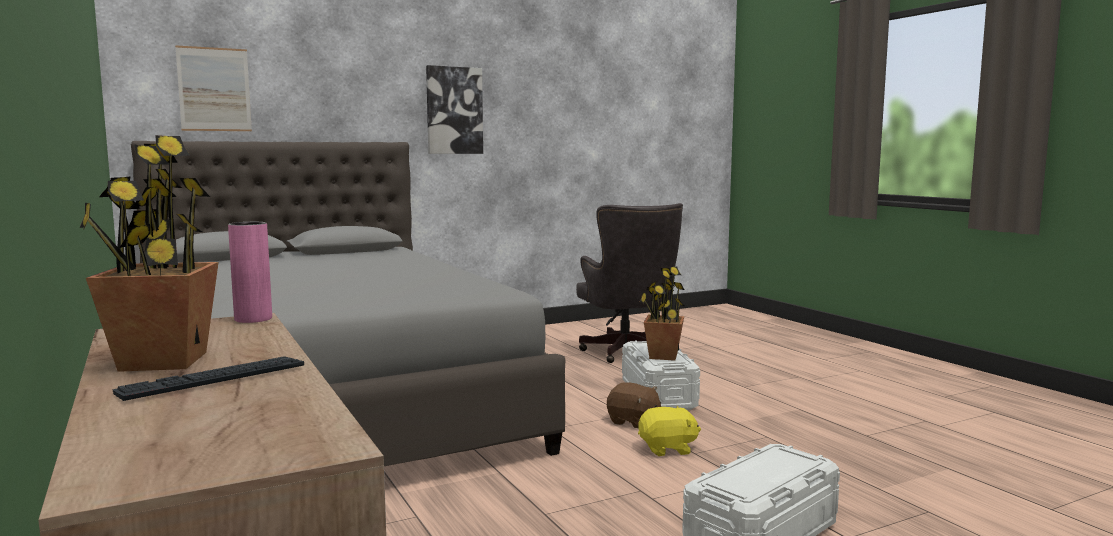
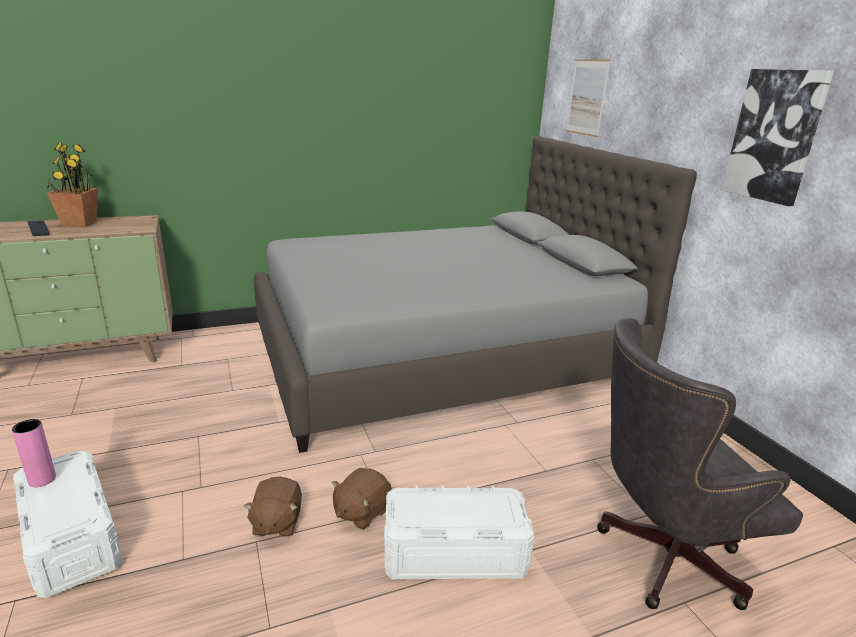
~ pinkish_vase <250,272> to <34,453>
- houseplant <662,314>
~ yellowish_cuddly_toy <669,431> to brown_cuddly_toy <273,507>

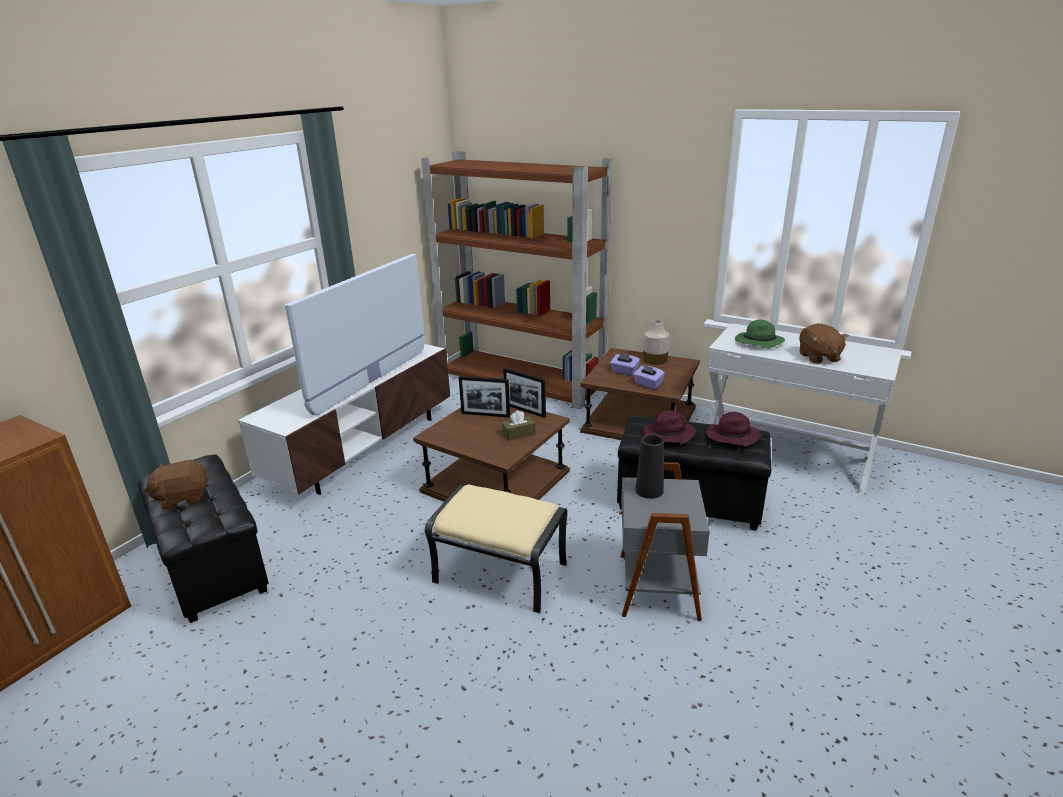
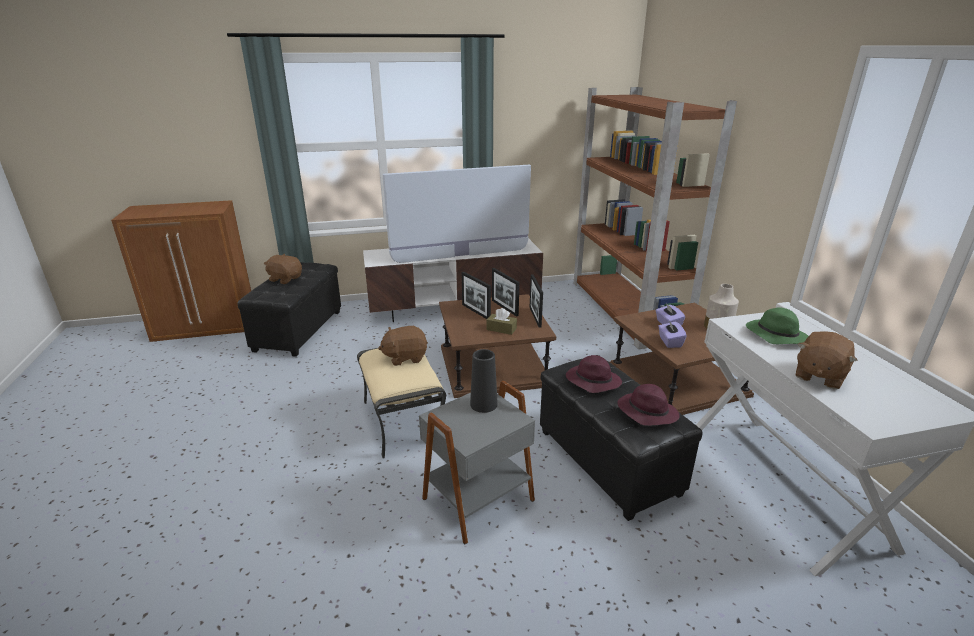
+ photo_frame <476,295>
+ brown_cuddly_toy <403,346>

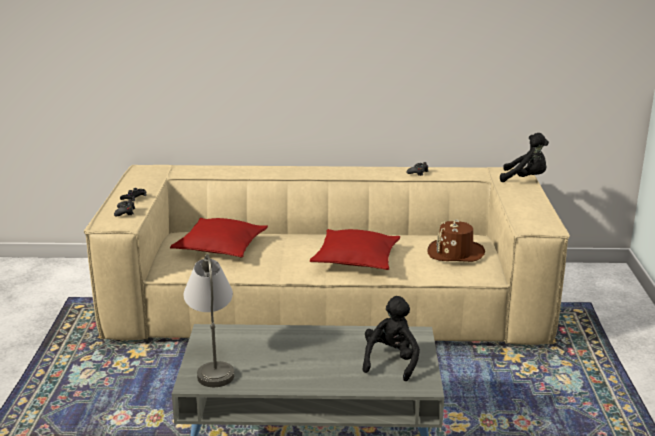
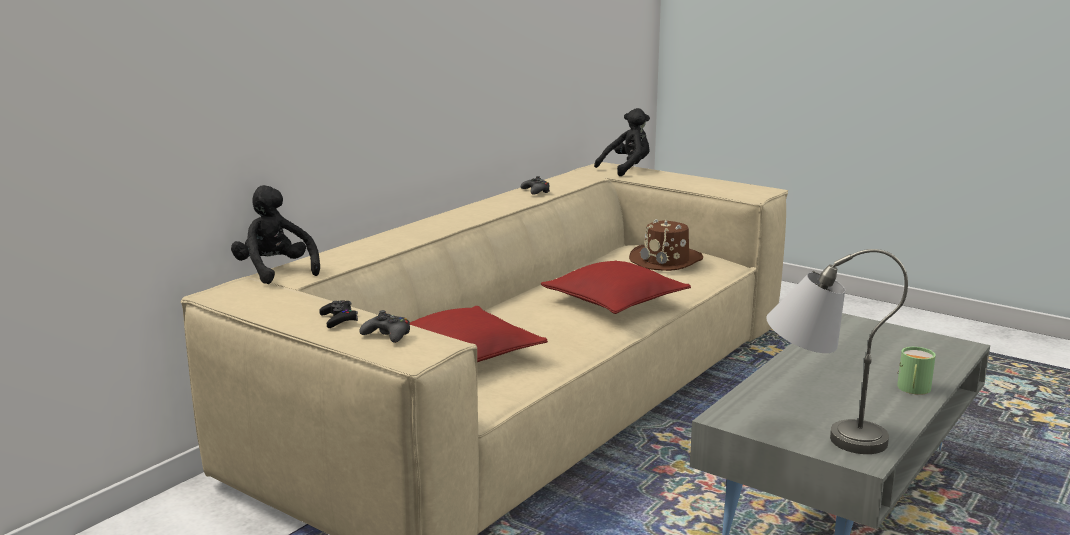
~ black-coloured_cuddly_toy <391,338> to <275,234>
+ green-coloured_mug <916,371>

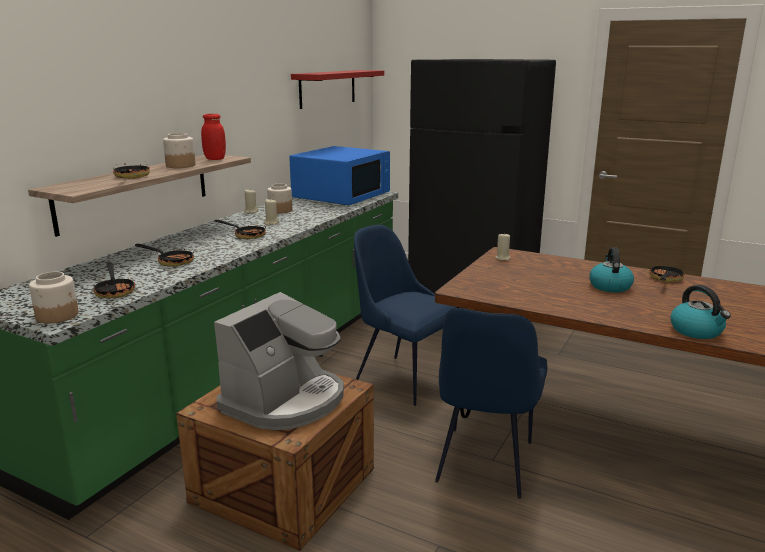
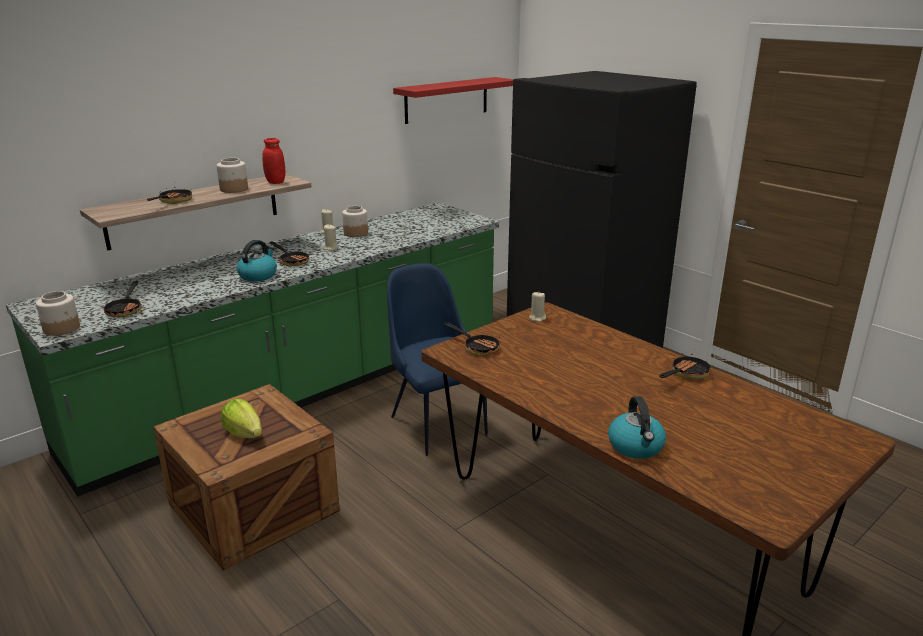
- bluish_microwave <339,175>
~ pan <164,255> to <472,339>
~ kettle <611,270> to <257,261>
~ coffee_brewer <279,361> to lettuce_head <241,418>
- bluish_plain_chair <491,403>

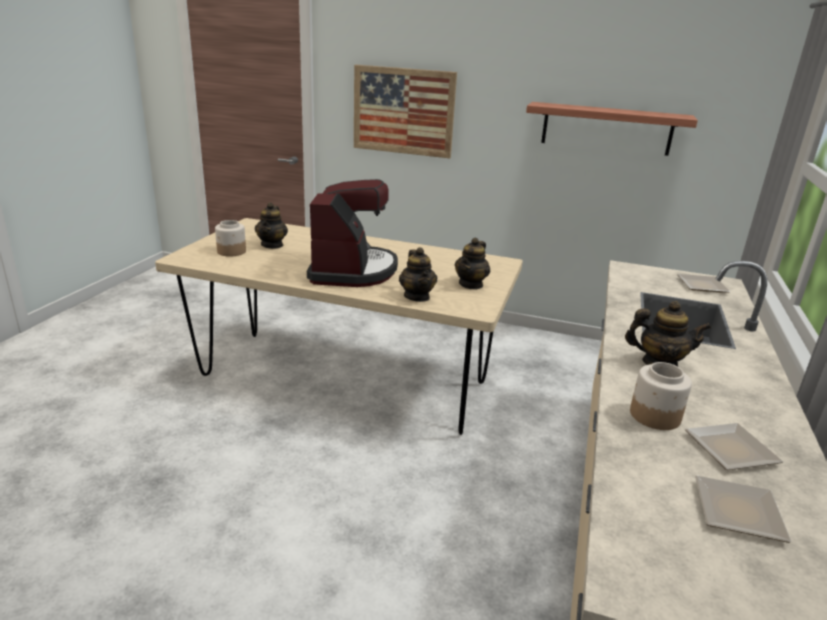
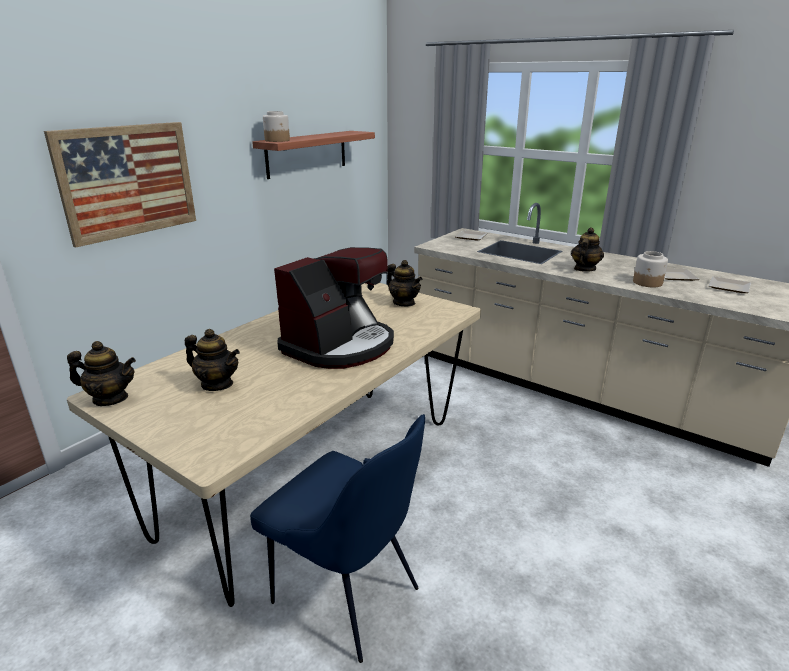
~ coffee_brewer <352,233> = <334,308> 105 degrees clockwise
~ jar <230,238> to <276,126>
~ teapot <418,274> to <101,373>
+ bluish_plain_chair <337,538>

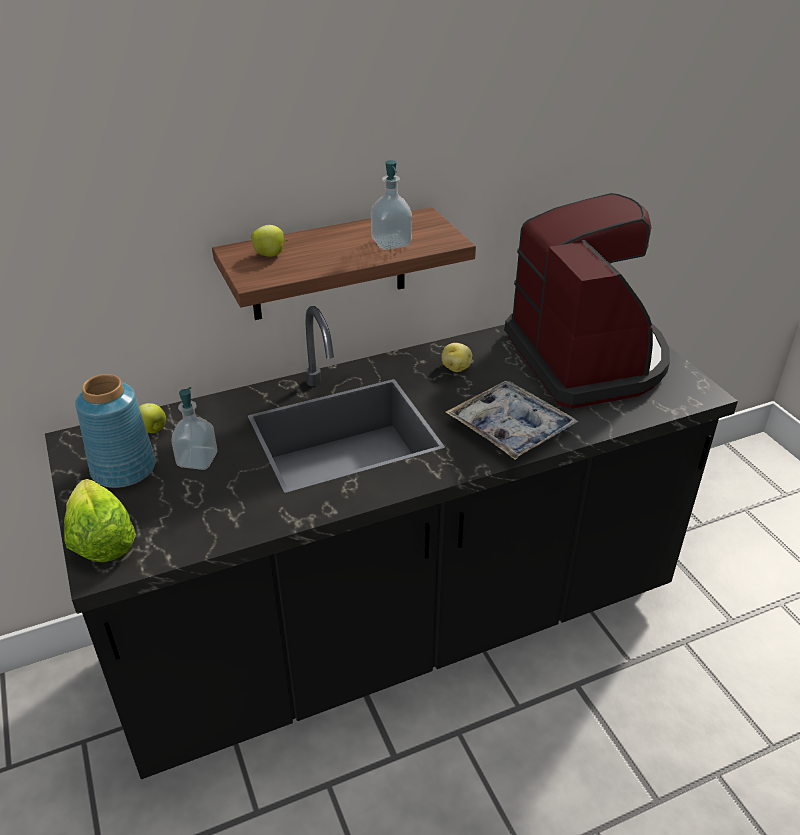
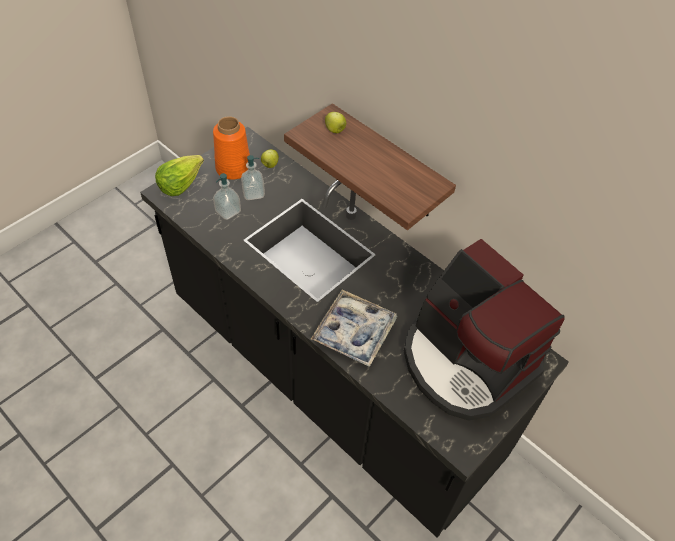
~ soap_dispenser <391,205> to <227,196>
~ coffee_brewer <587,301> = <484,330> 90 degrees clockwise
- spud <457,357>
~ bluish_vase <115,431> to orange-coloured_vase <231,148>

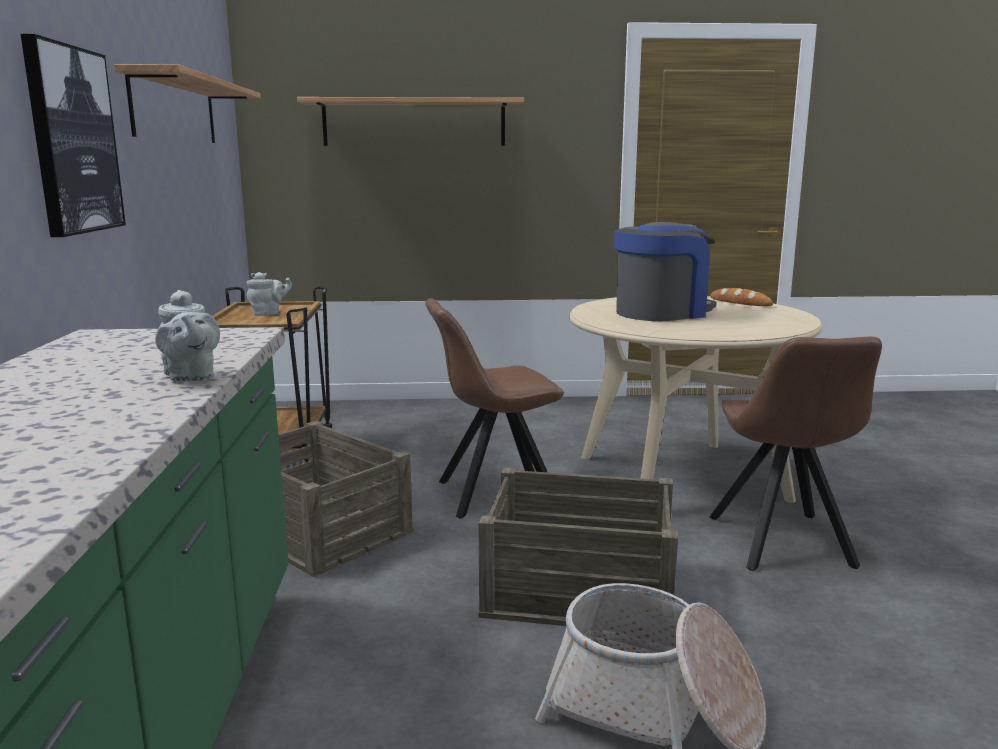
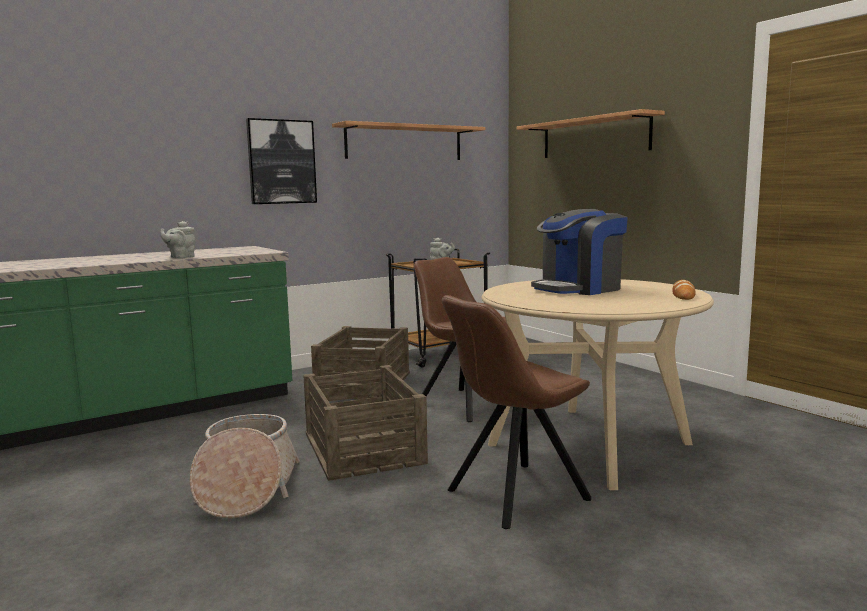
~ coffee_brewer <665,271> = <579,252> 120 degrees clockwise

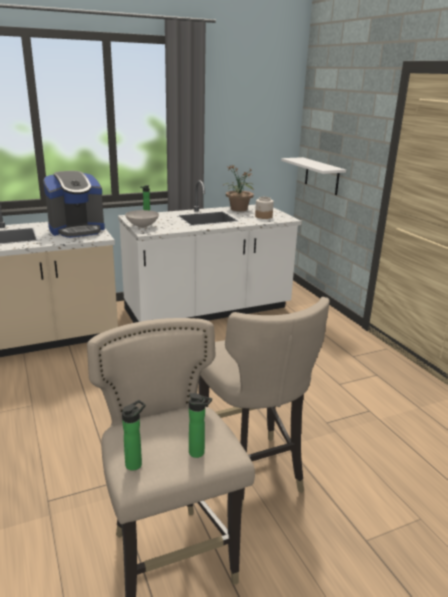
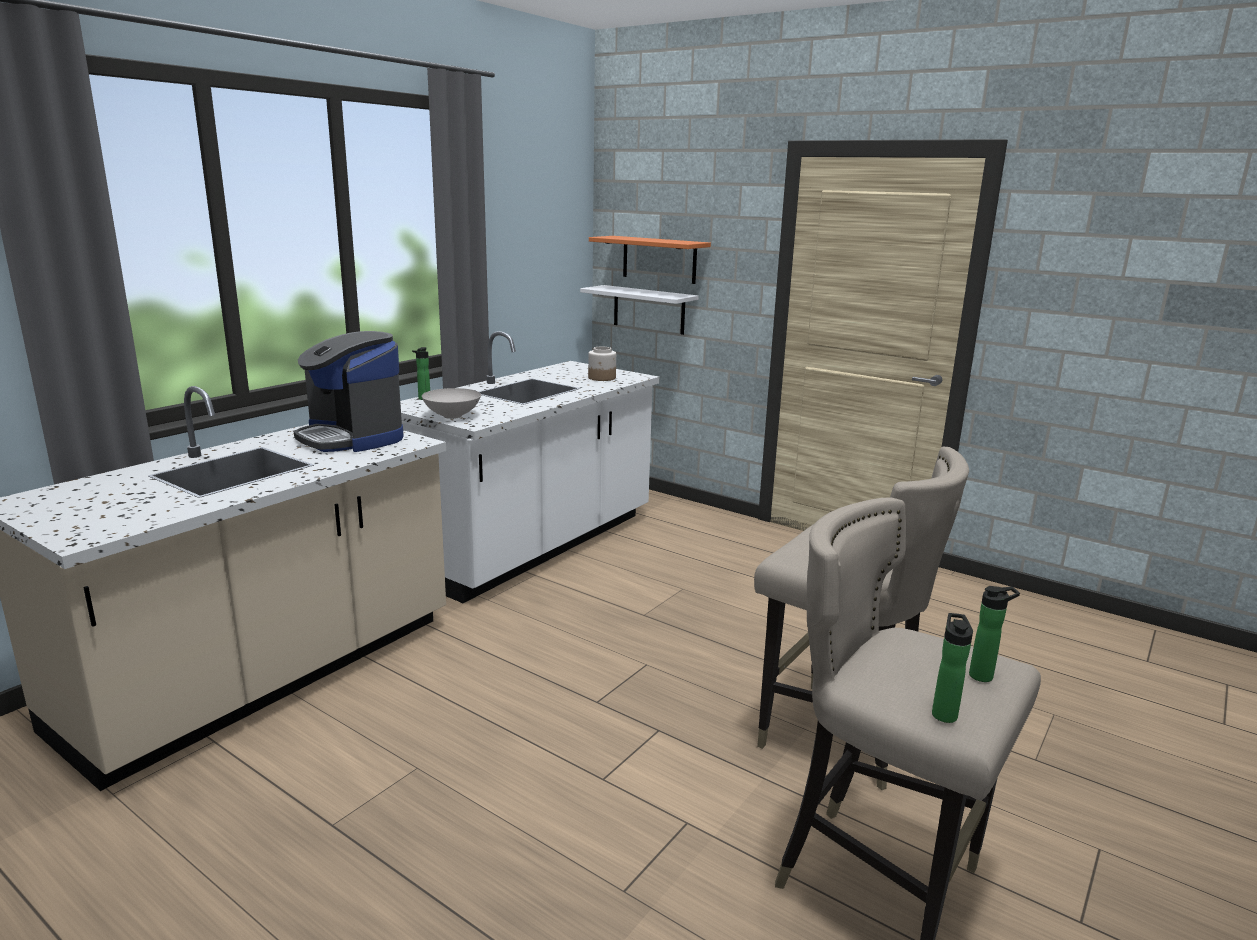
- houseplant <238,188>
~ coffee_brewer <74,204> = <349,391> 105 degrees clockwise
+ orange-coloured_shelf <650,260>

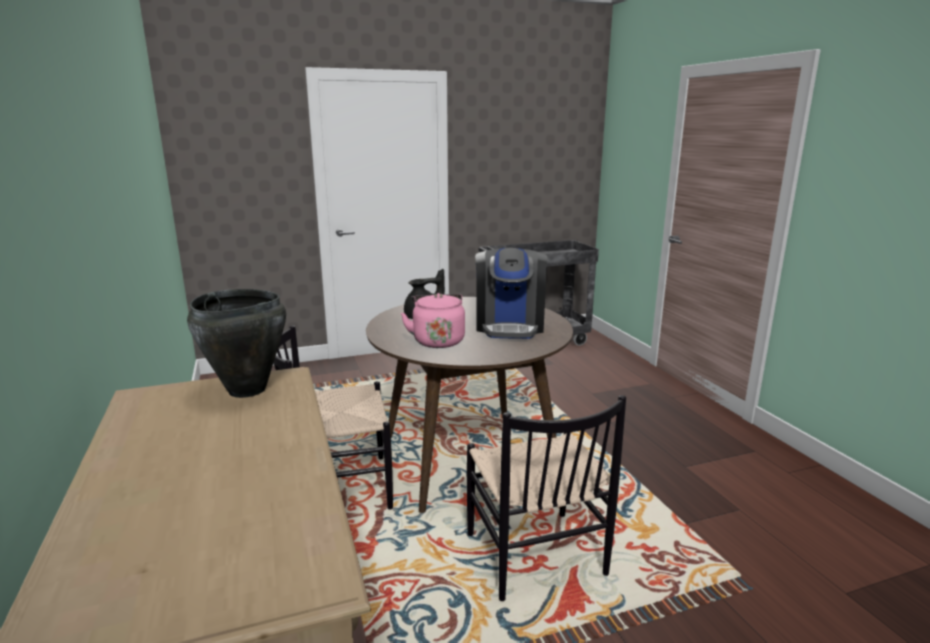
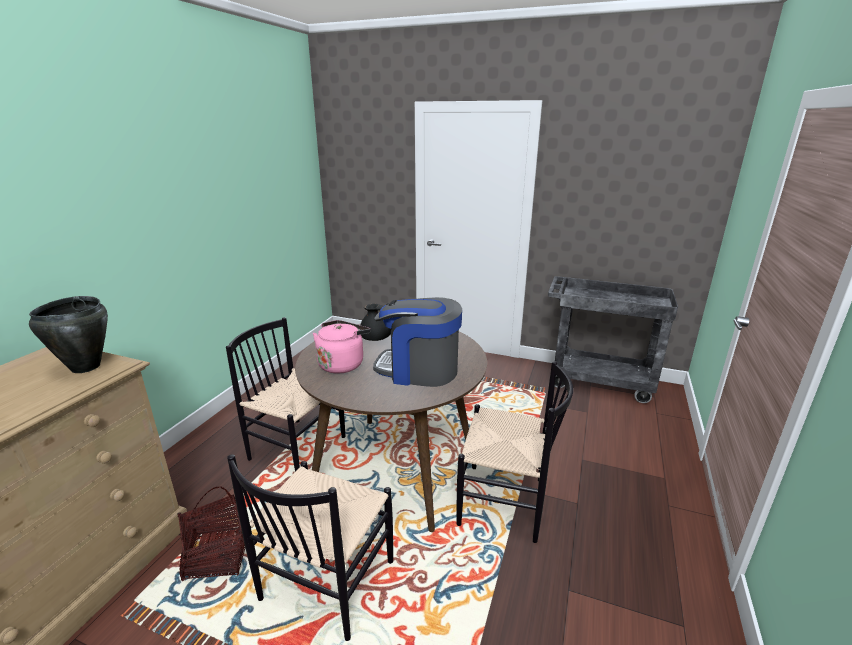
~ coffee_brewer <511,293> = <417,342> 60 degrees clockwise
+ black-coloured_plain_chair <515,452>
+ storage_basket <211,534>

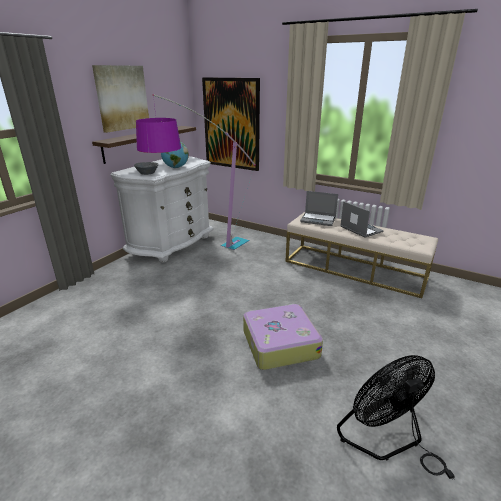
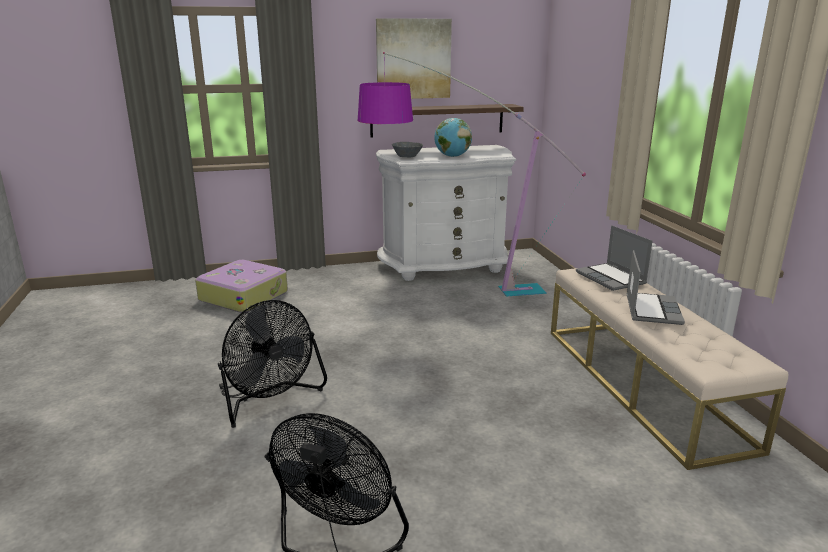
- picture <231,124>
~ suitcase <283,337> to <241,286>
+ black-coloured_fan <272,364>

